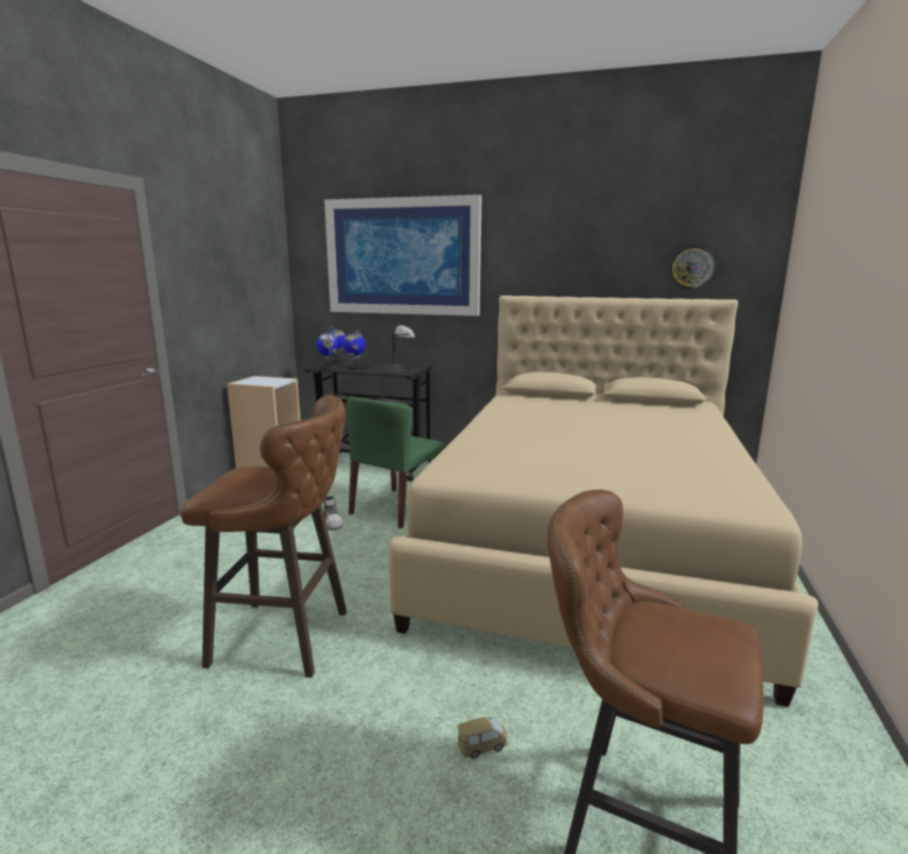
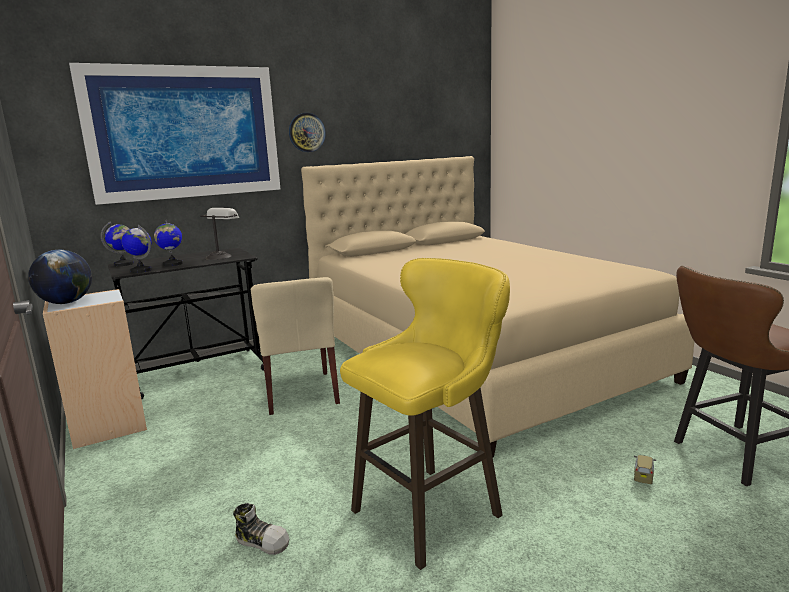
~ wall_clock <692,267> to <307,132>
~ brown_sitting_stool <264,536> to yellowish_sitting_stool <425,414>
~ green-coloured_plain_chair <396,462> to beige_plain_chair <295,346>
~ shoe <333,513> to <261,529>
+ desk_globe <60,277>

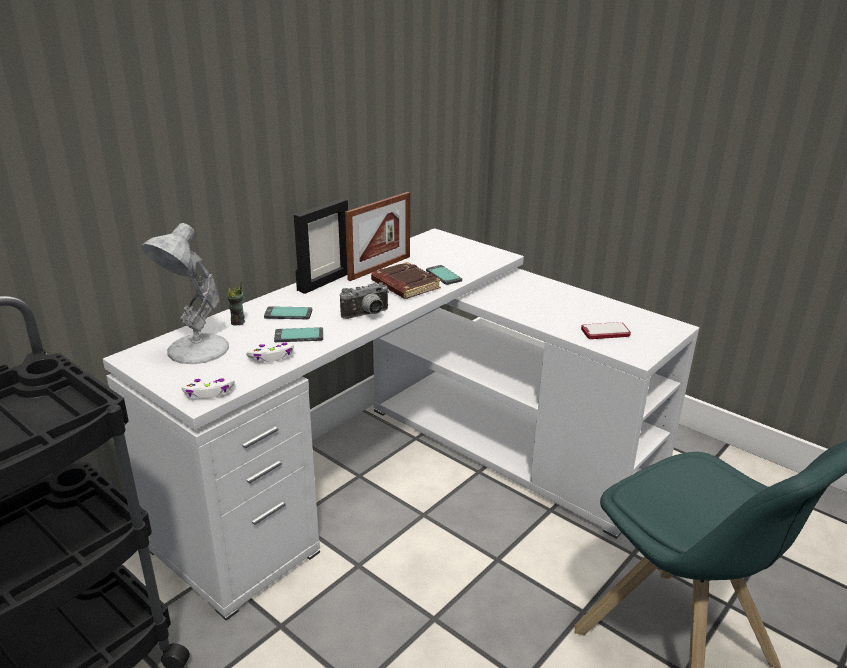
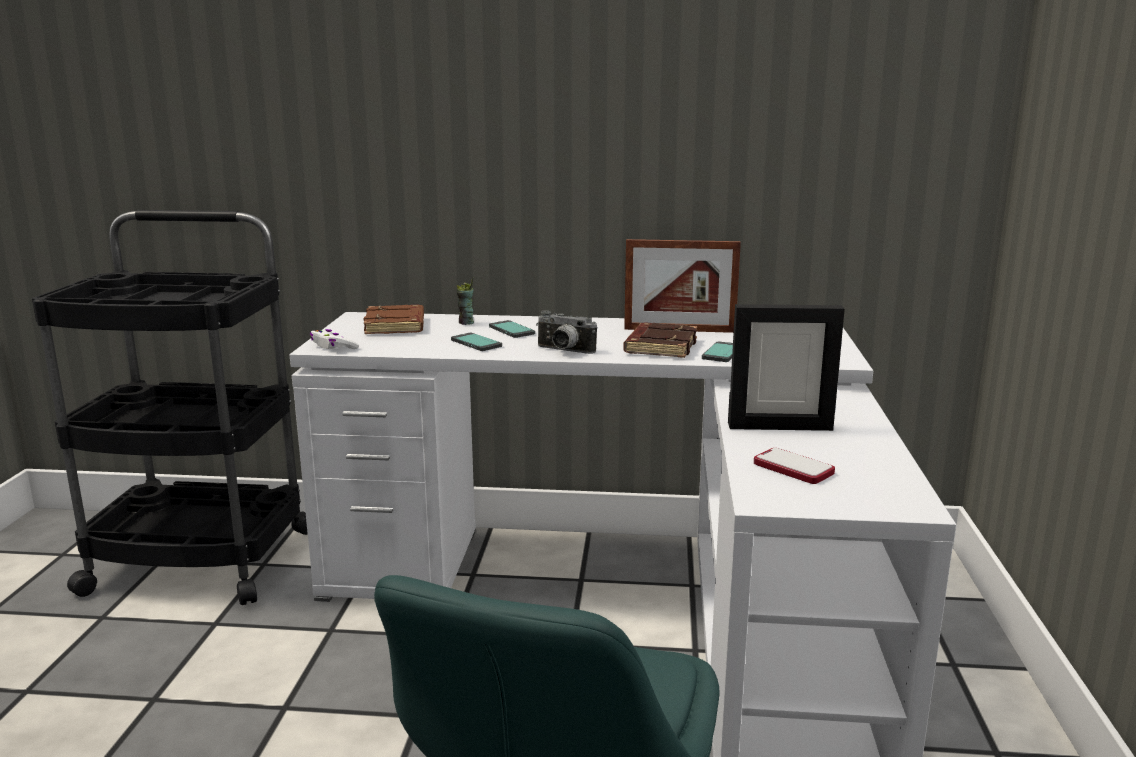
~ photo_frame <321,246> to <786,367>
~ white-coloured_tabletop_lamp <185,293> to brown_volume <393,319>
- white-coloured_game_controller <270,352>

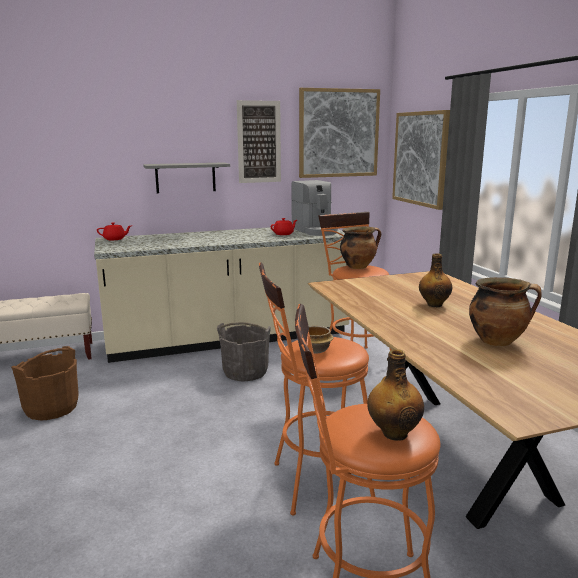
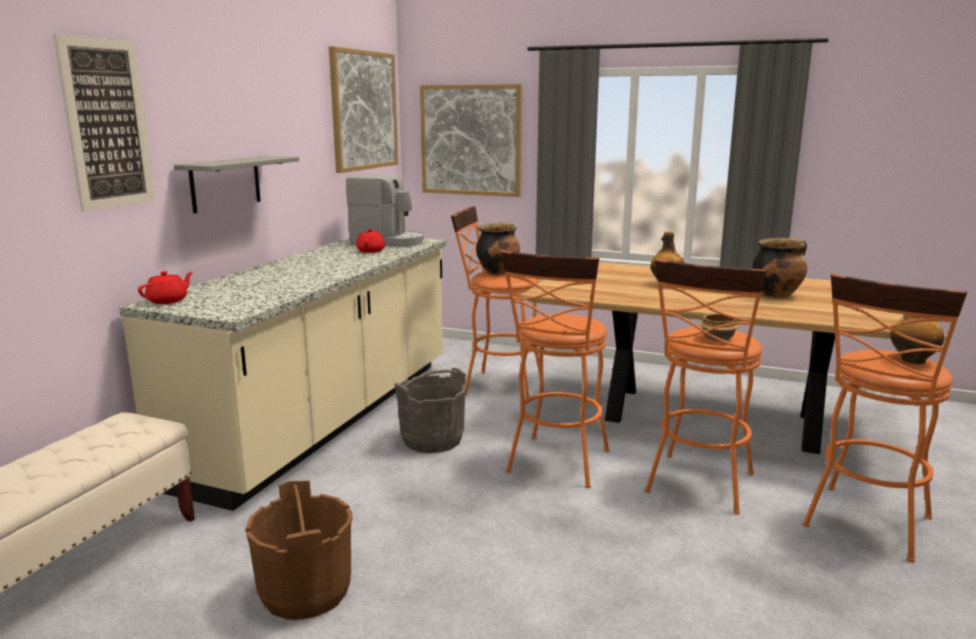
~ picture <259,141> to <104,123>
+ orange-coloured_sitting_stool <555,369>

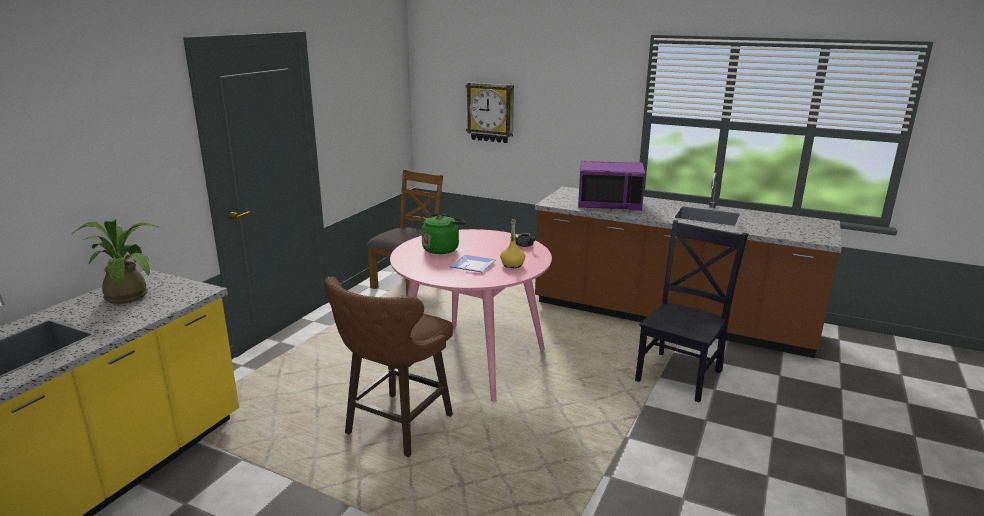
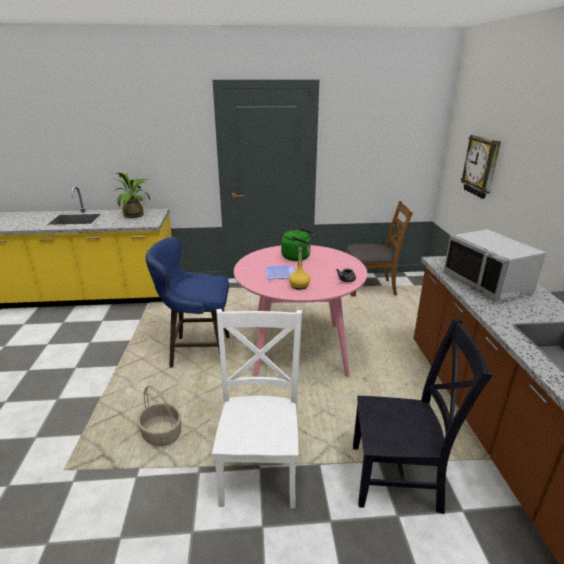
~ purple_microwave <612,186> to gray_microwave <495,265>
~ brown_sitting_stool <389,367> to bluish_sitting_stool <187,302>
+ white-coloured_plain_chair <257,409>
+ storage_basket <159,415>

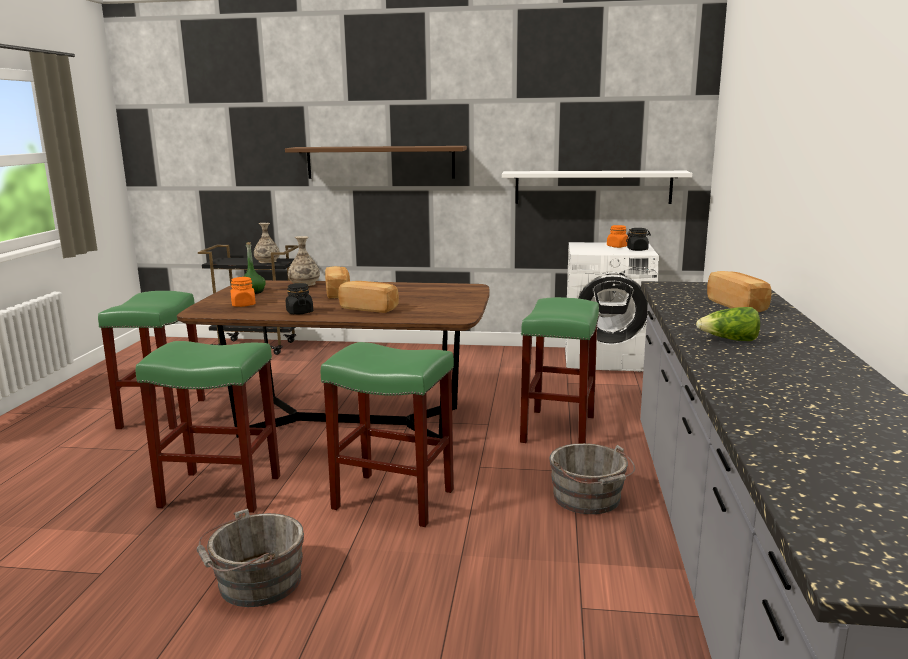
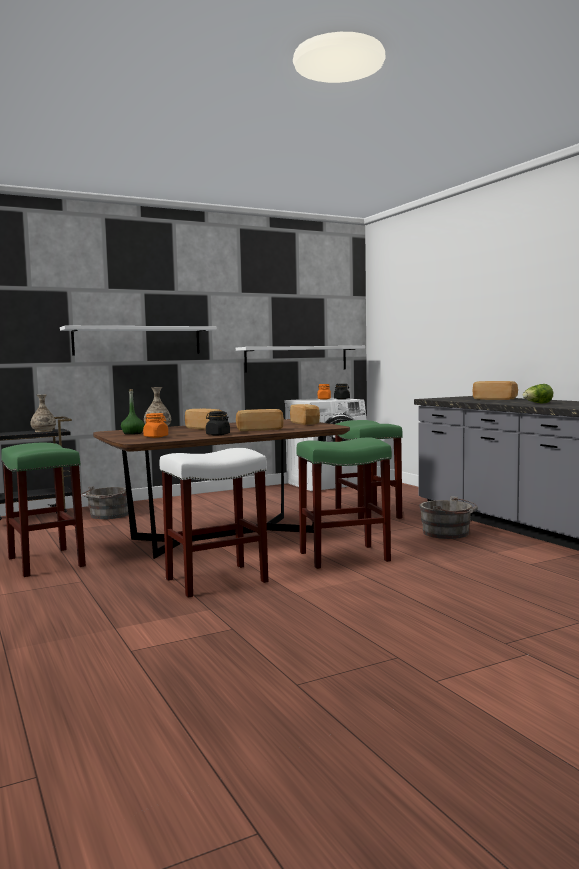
~ brown_shelf <376,162> to white-coloured_shelf <138,341>
~ green-coloured_sitting_stool <208,427> to white-coloured_sitting_stool <213,523>
~ gray_bucket <250,558> to <105,502>
+ bread <305,414>

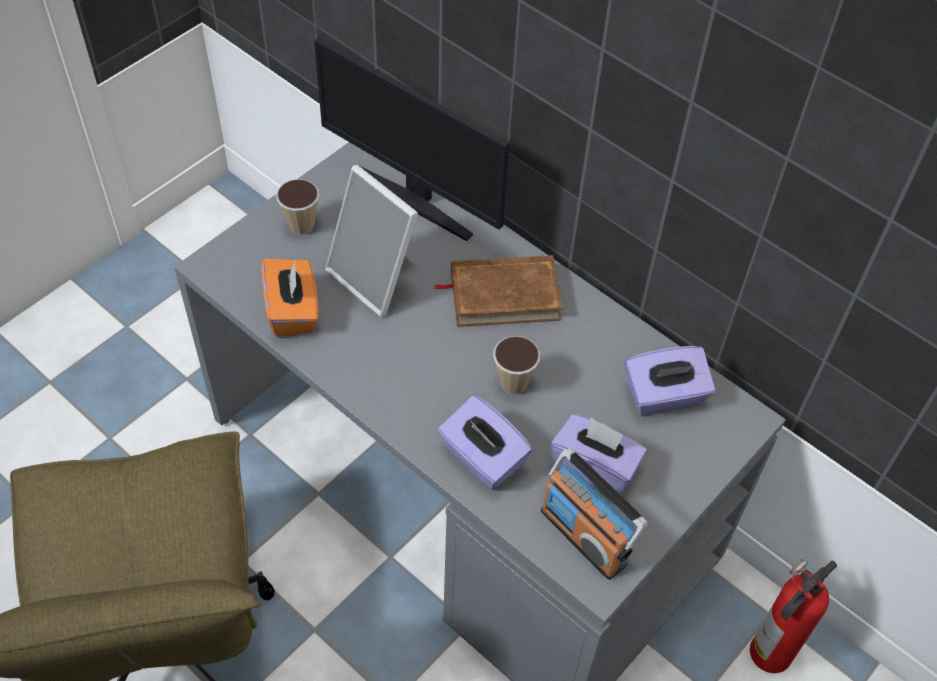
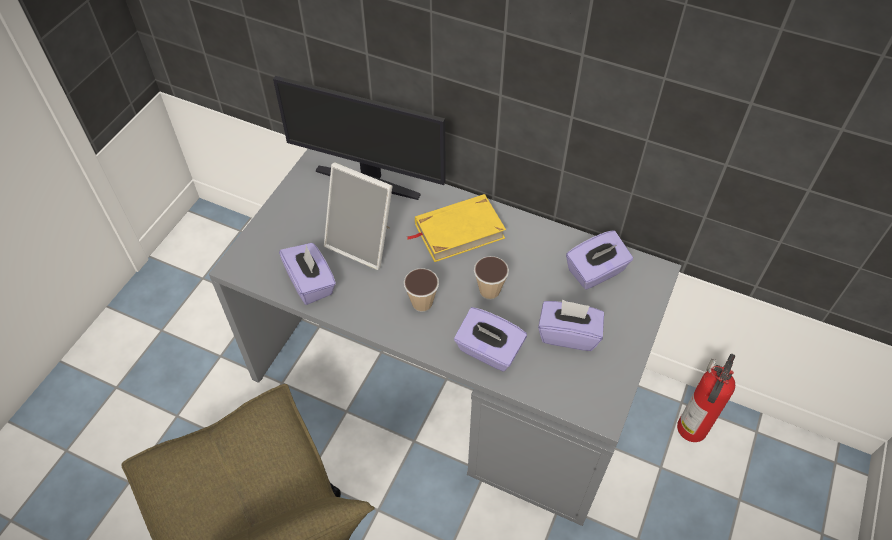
~ cup <297,207> to <421,290>
~ brown_volume <498,291> to yellowish_volume <456,228>
~ orange-coloured_tissue_box <289,298> to purple_tissue_box <307,274>
- radio <594,514>

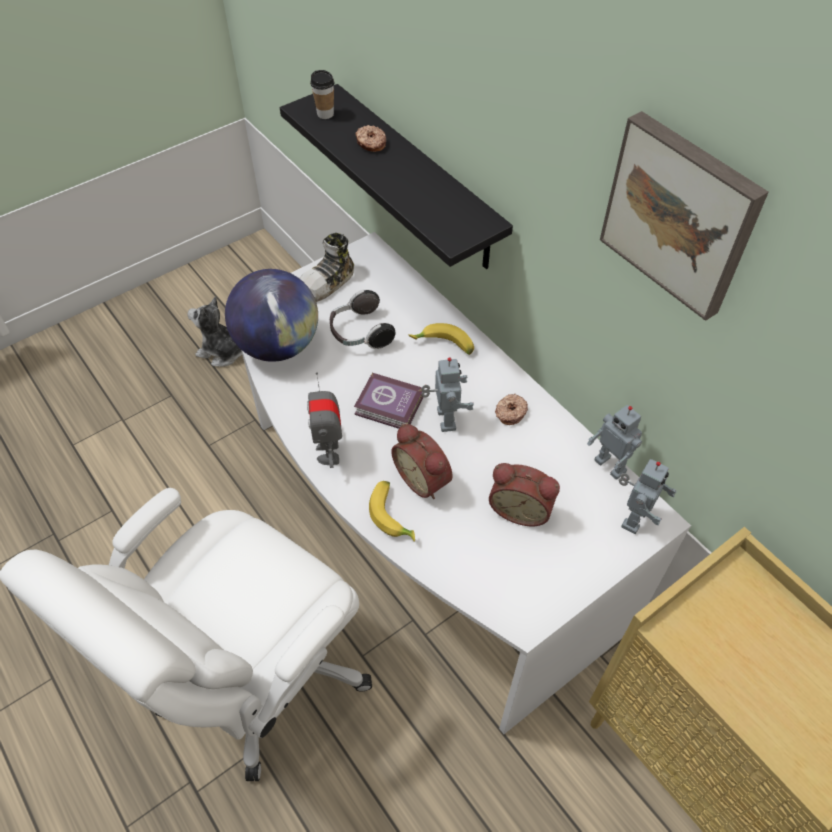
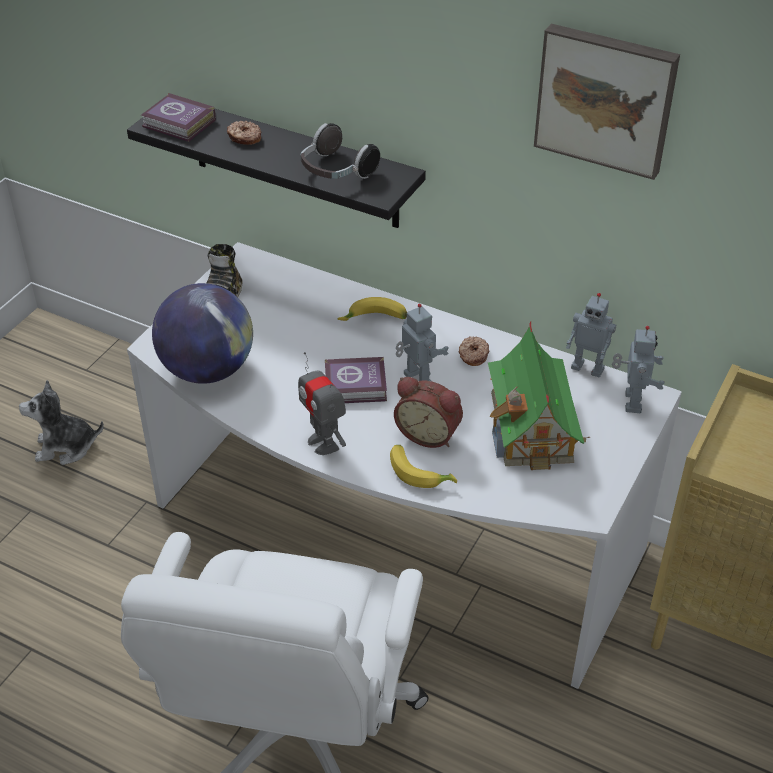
~ cup <322,94> to volume <178,117>
~ headphones <362,319> to <340,151>
~ alarm_clock <524,494> to toy_house <539,395>

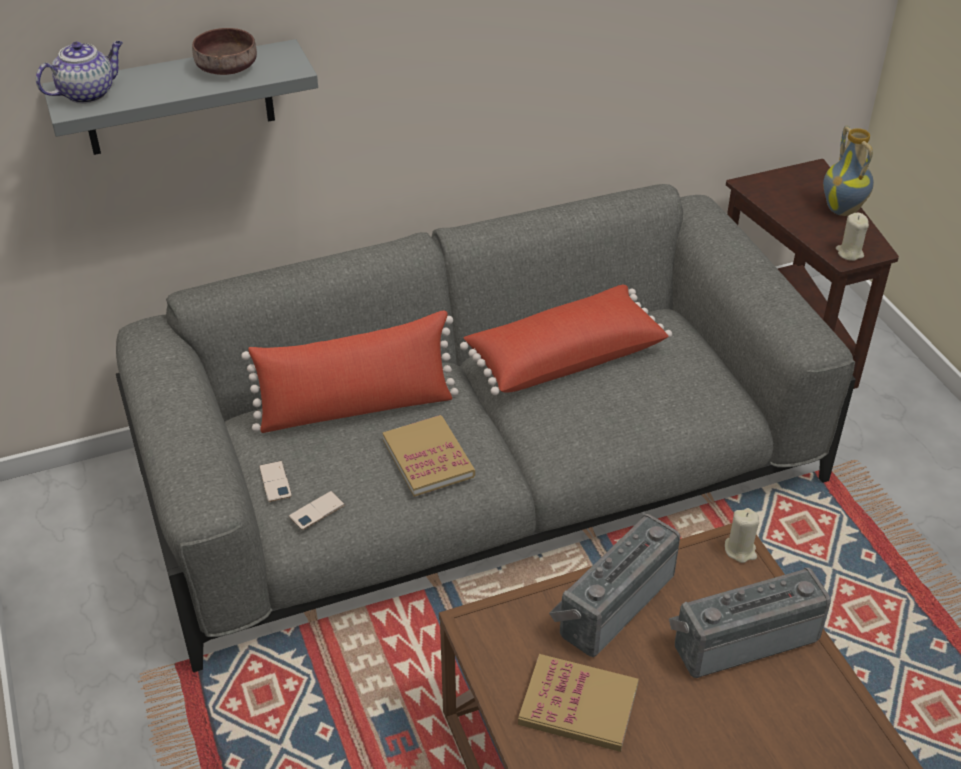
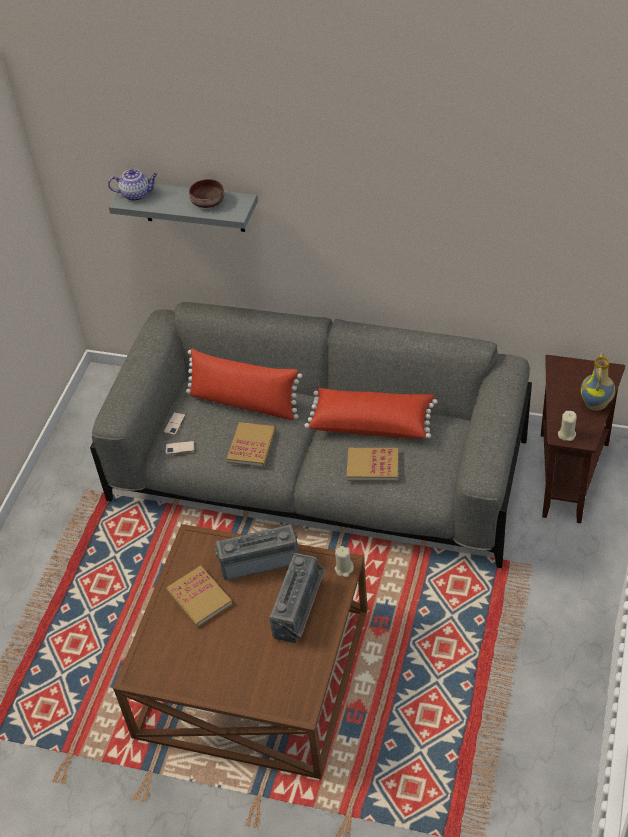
~ radio <750,623> = <297,598> 90 degrees clockwise
+ volume <372,464>

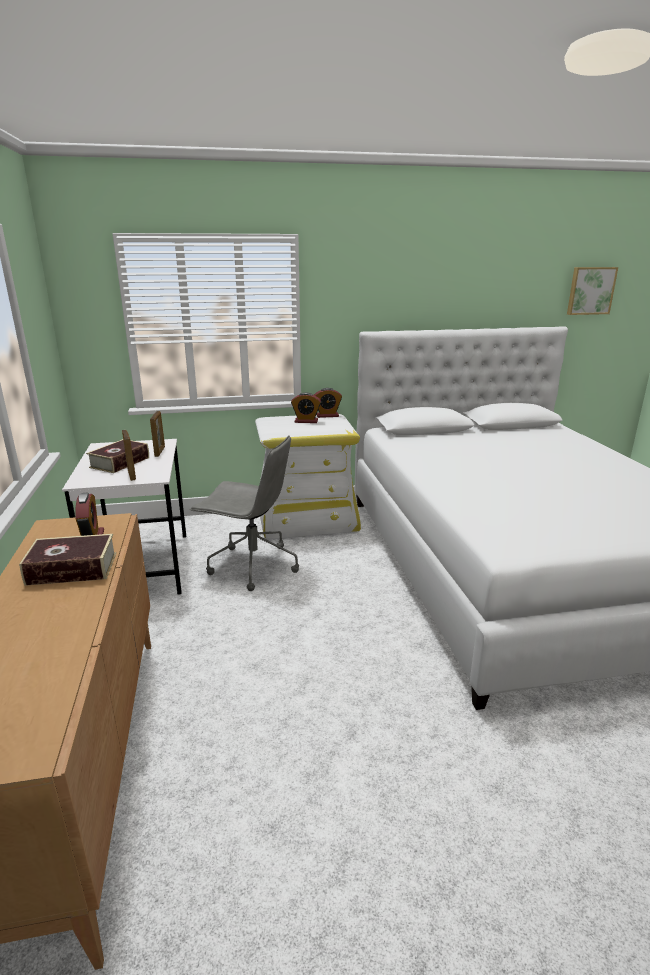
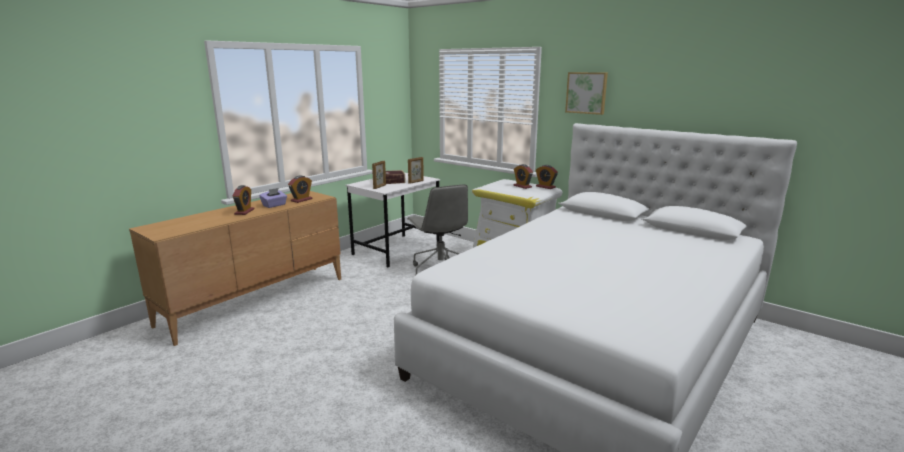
~ picture <592,291> to <586,93>
~ volume <67,560> to purple_tissue_box <273,198>
+ alarm_clock <244,200>

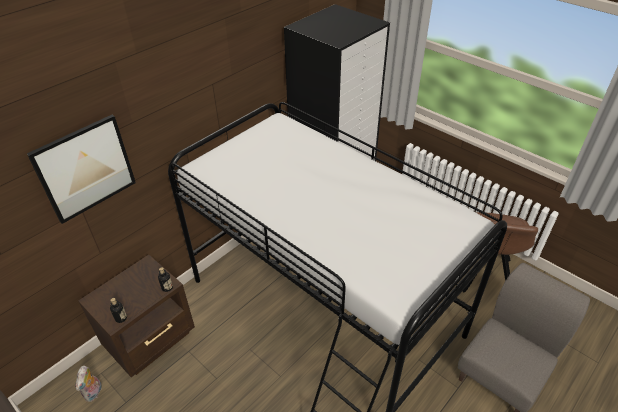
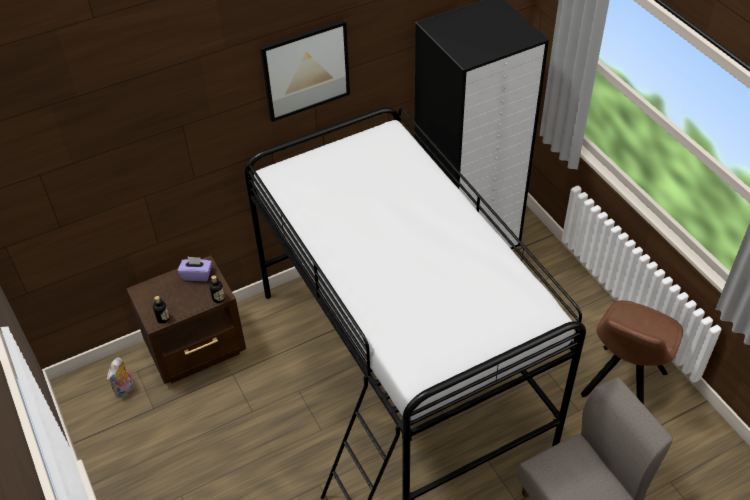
~ picture <81,169> to <305,71>
+ purple_tissue_box <194,268>

